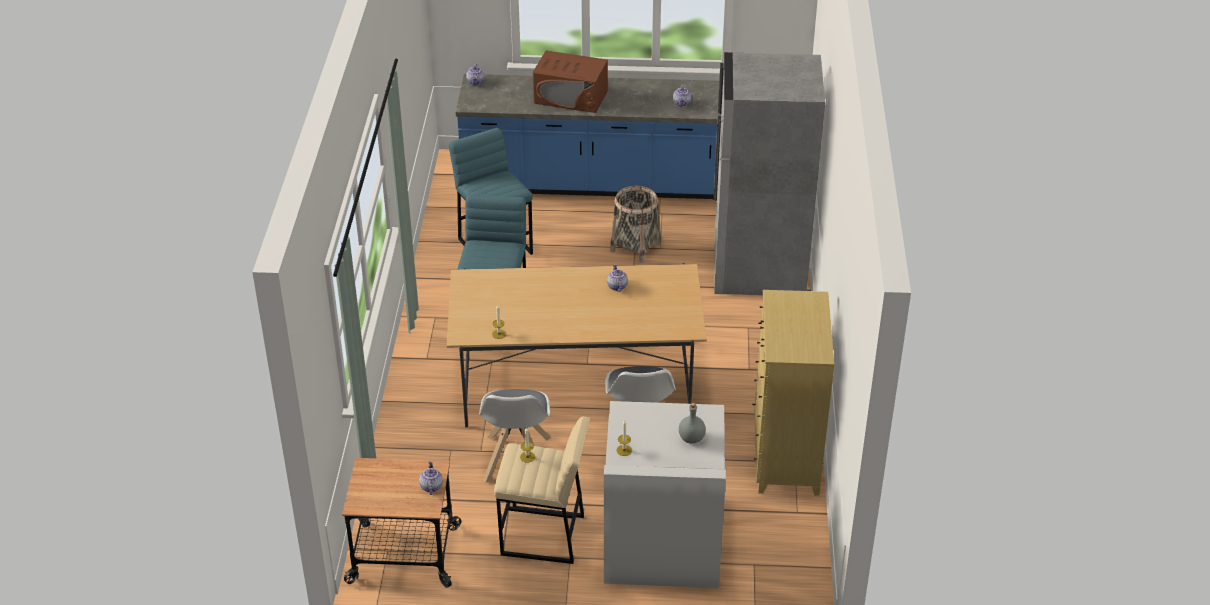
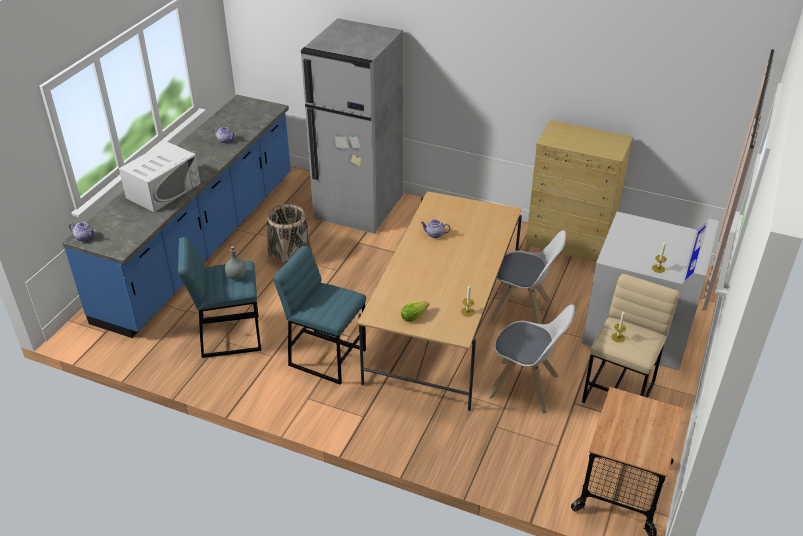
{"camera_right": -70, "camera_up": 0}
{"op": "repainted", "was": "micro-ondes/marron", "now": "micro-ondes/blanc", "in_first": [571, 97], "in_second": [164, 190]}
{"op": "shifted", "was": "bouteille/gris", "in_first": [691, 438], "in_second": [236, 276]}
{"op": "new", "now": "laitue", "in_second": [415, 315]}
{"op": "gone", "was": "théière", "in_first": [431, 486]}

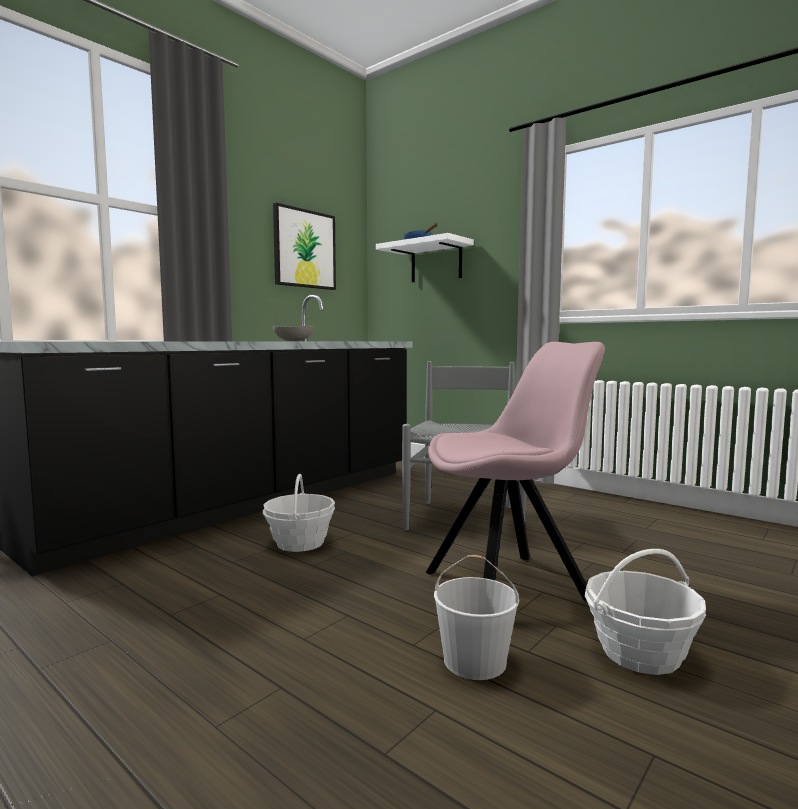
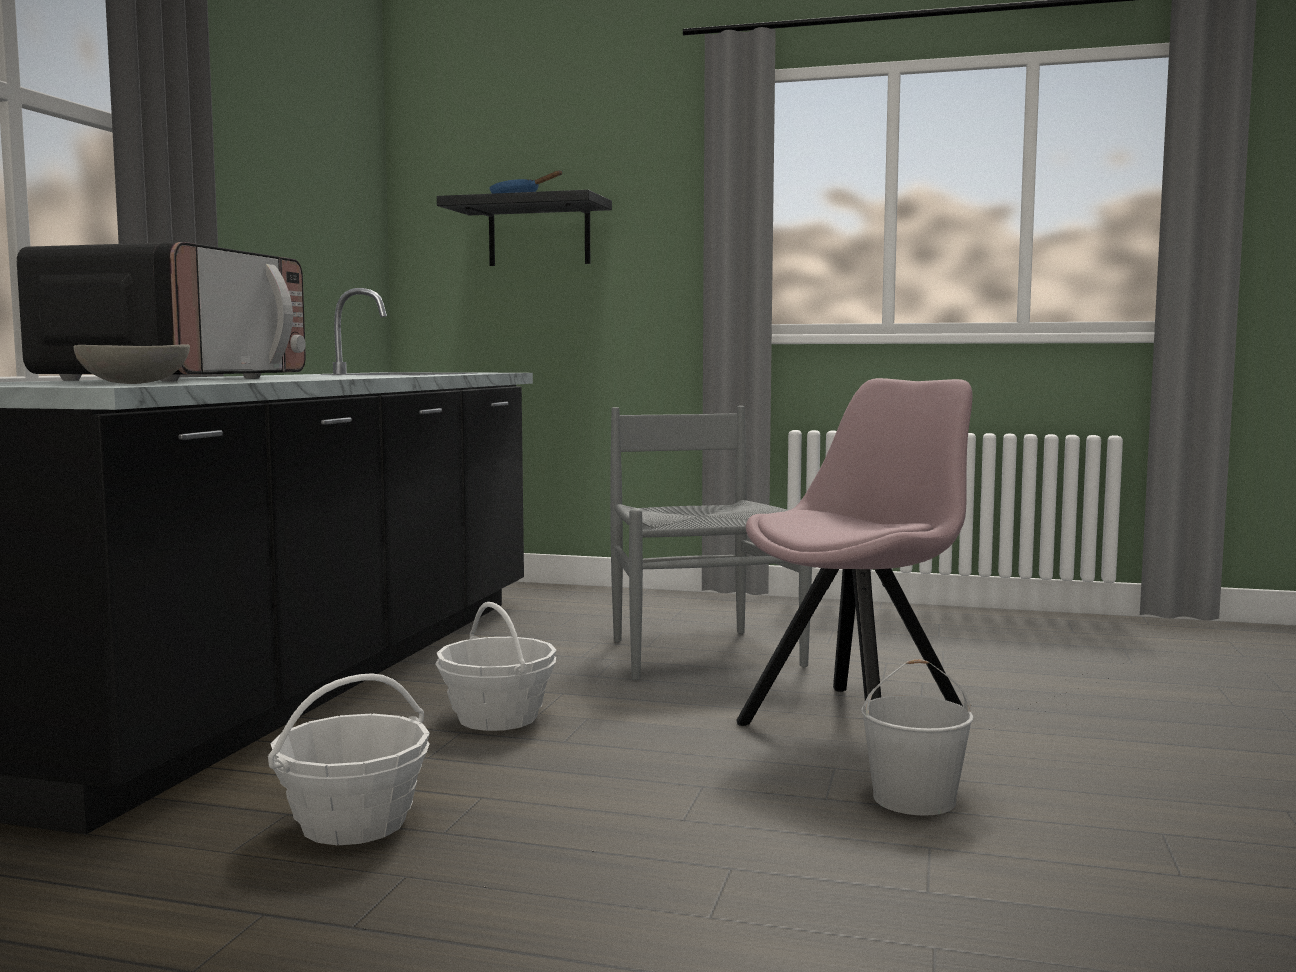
{"camera_right": -25, "camera_up": 0}
{"op": "new", "now": "micro-ondes", "in_second": [177, 379]}
{"op": "shifted", "was": "bol/gris", "in_first": [294, 341], "in_second": [136, 384]}
{"op": "shifted", "was": "panier", "in_first": [640, 653], "in_second": [353, 823]}
{"op": "repainted", "was": "étagère/blanc", "now": "étagère/noir", "in_first": [436, 262], "in_second": [539, 234]}
{"op": "gone", "was": "tableau", "in_first": [304, 249]}

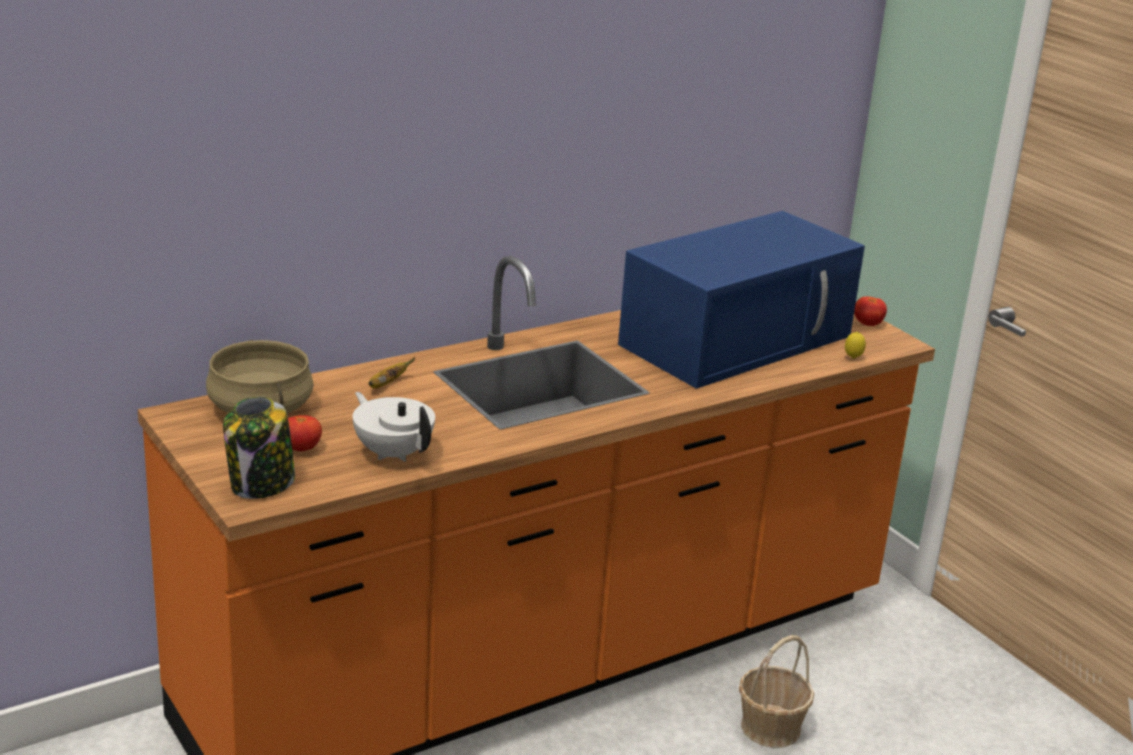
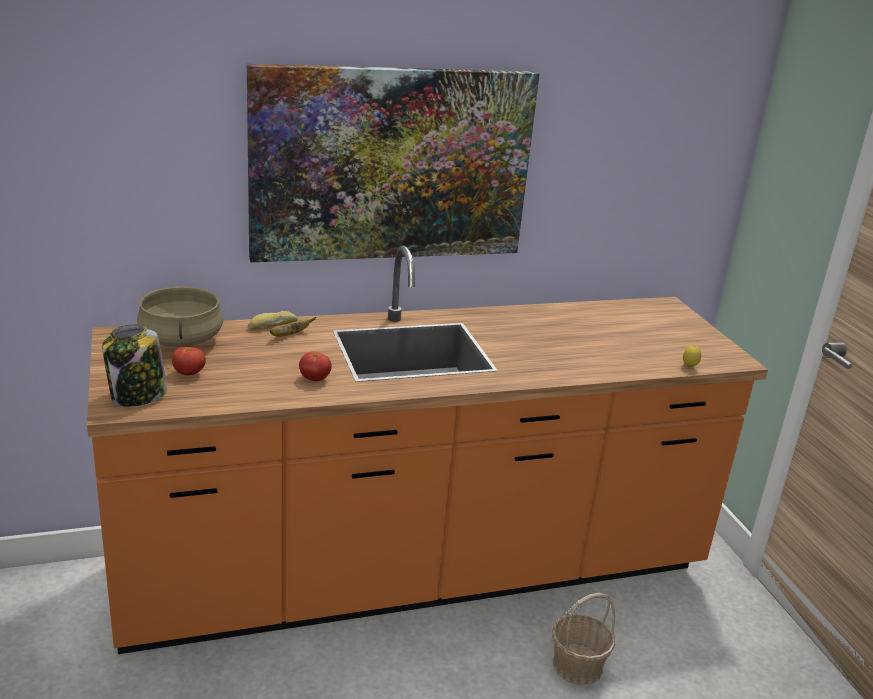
{"camera_right": 15, "camera_up": 0}
{"op": "new", "now": "tableau", "in_second": [392, 164]}
{"op": "new", "now": "pain", "in_second": [272, 325]}
{"op": "shifted", "was": "tomate", "in_first": [868, 324], "in_second": [315, 379]}
{"op": "gone", "was": "théière/blanc", "in_first": [393, 453]}
{"op": "gone", "was": "micro-ondes/bleu", "in_first": [738, 339]}

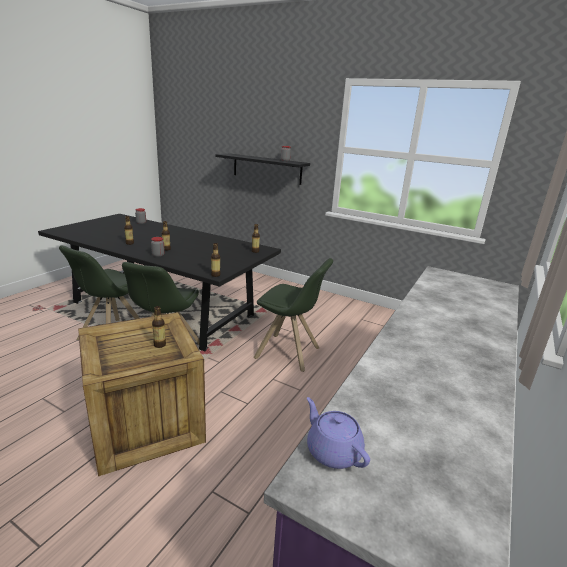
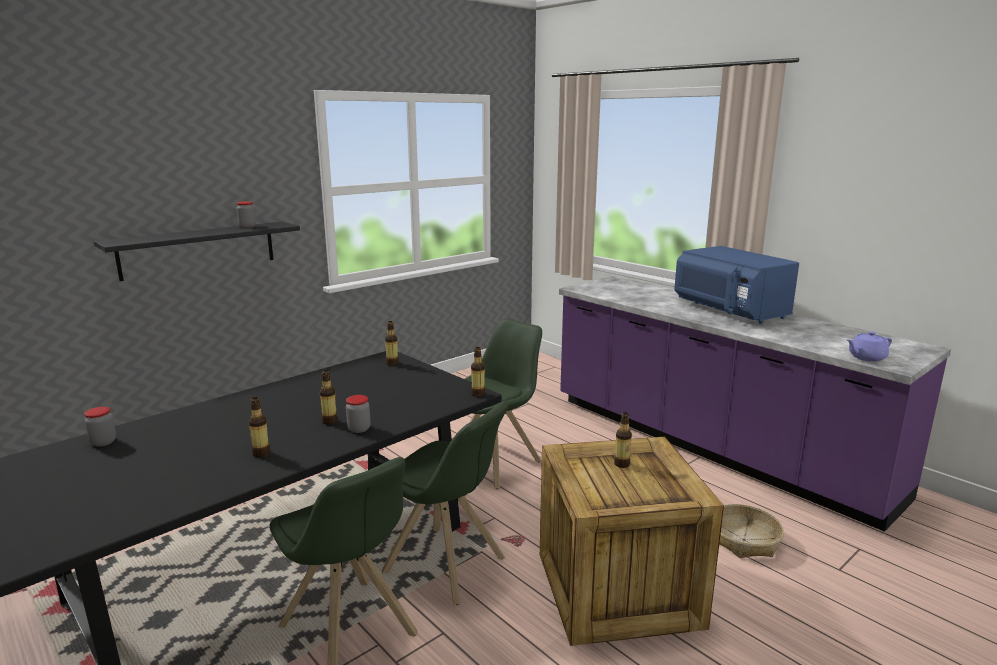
{"camera_right": -70, "camera_up": -5}
{"op": "new", "now": "micro-ondes/bleu", "in_second": [730, 311]}
{"op": "new", "now": "panier", "in_second": [744, 540]}

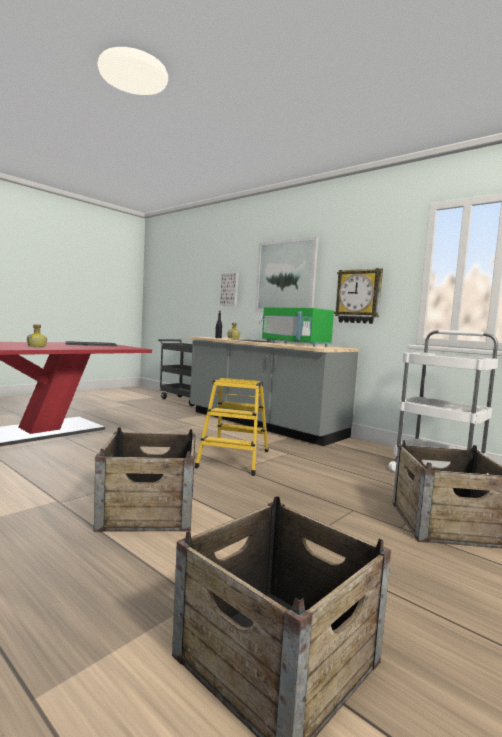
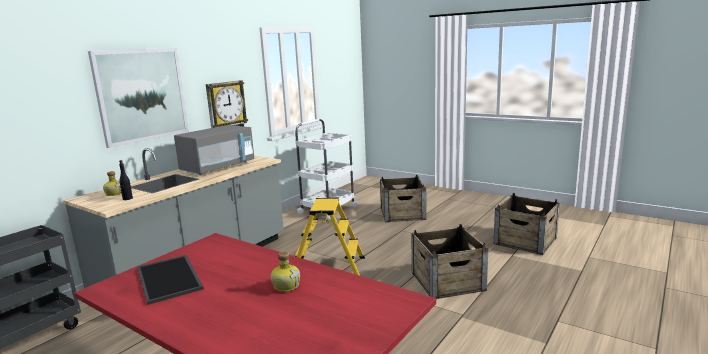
{"camera_right": -95, "camera_up": 10}
{"op": "repainted", "was": "micro-ondes/vert", "now": "micro-ondes/gris", "in_first": [295, 344], "in_second": [218, 167]}
{"op": "gone", "was": "tableau", "in_first": [230, 289]}

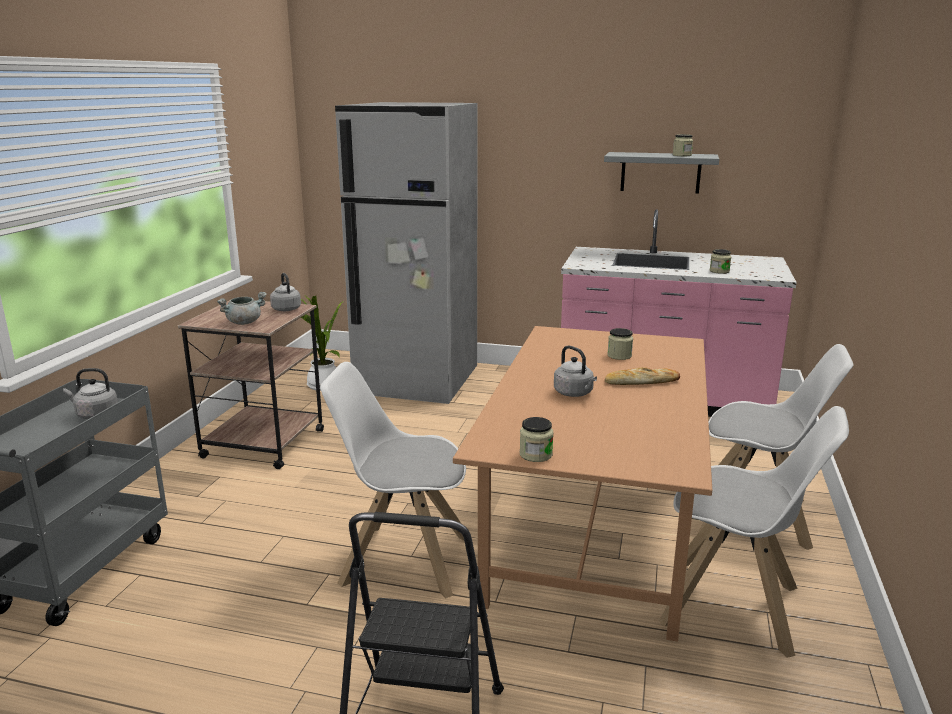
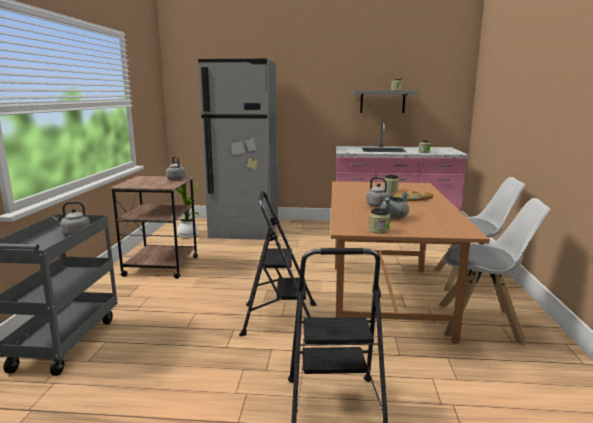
{"camera_right": -10, "camera_up": -5}
{"op": "swapped", "was": "chaise", "now": "escabeau/noir", "in_first": [402, 559], "in_second": [277, 318]}
{"op": "shifted", "was": "marmite/gris", "in_first": [244, 322], "in_second": [393, 217]}

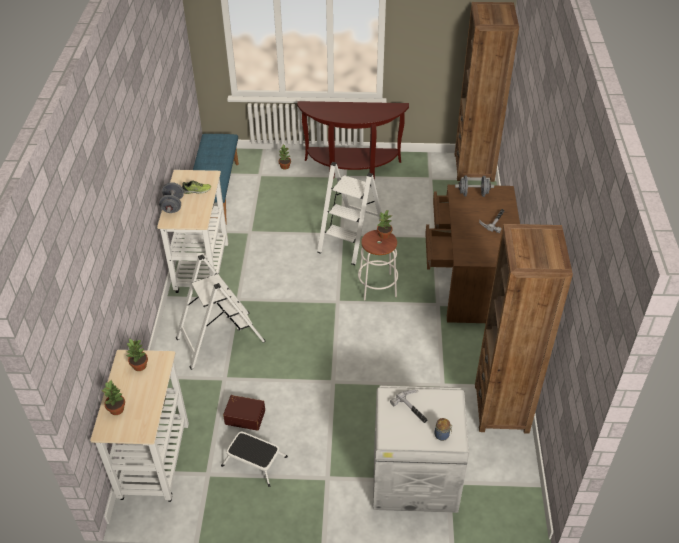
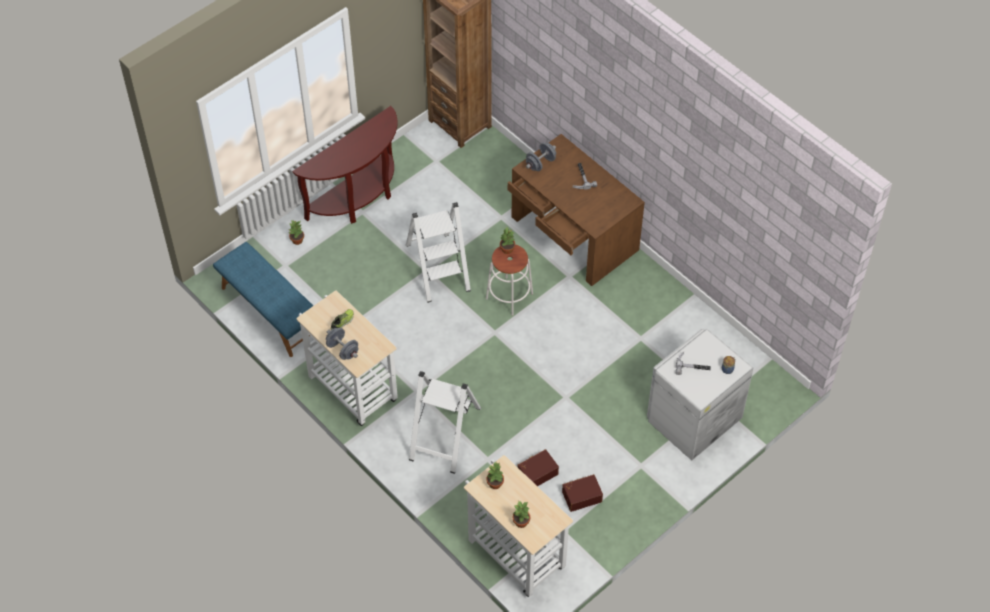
{"camera_right": -45, "camera_up": 10}
{"op": "swapped", "was": "escabeau/noir", "now": "boîte de rangement/marron", "in_first": [254, 461], "in_second": [581, 496]}
{"op": "gone", "was": "bibliothèque/marron", "in_first": [501, 408]}

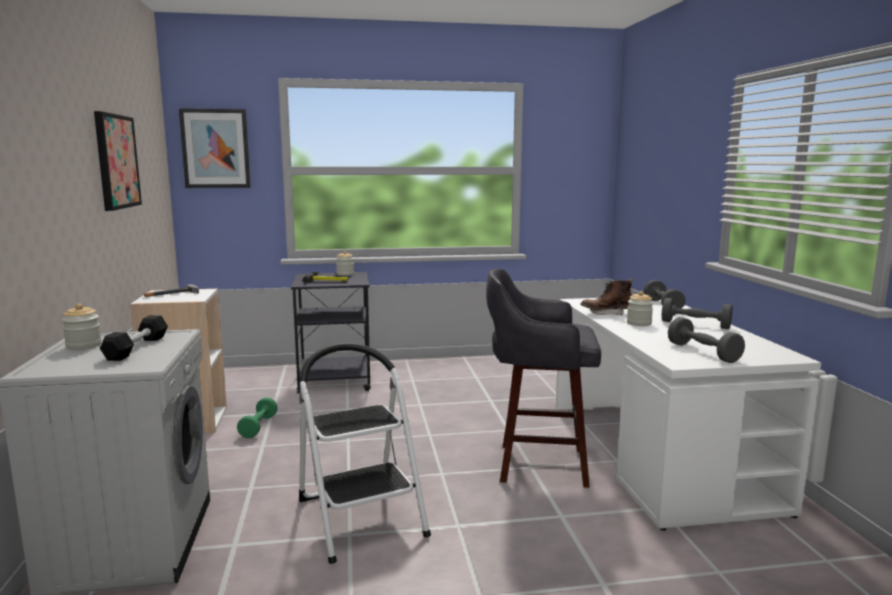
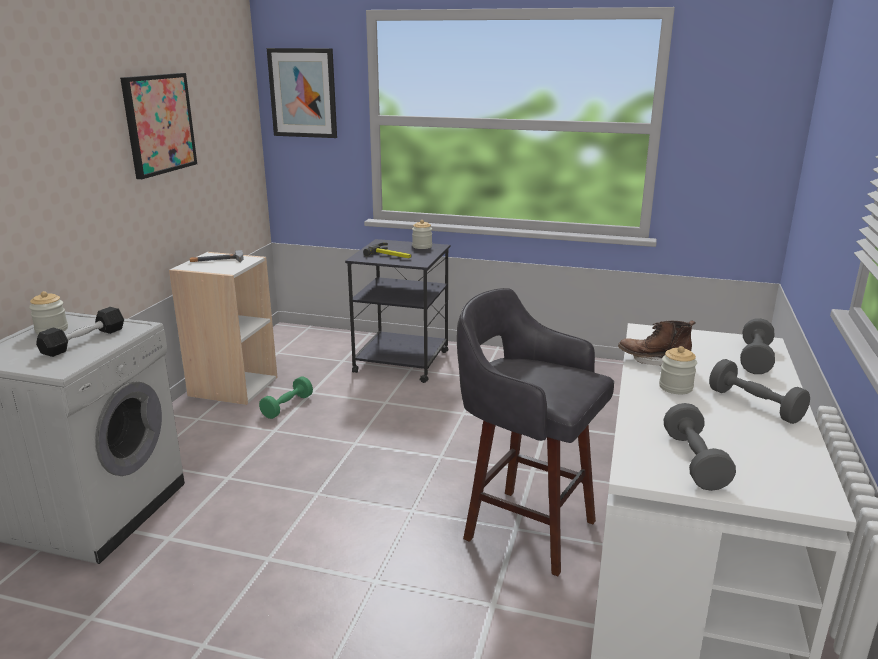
{"camera_right": 25, "camera_up": 10}
{"op": "gone", "was": "escabeau", "in_first": [360, 515]}

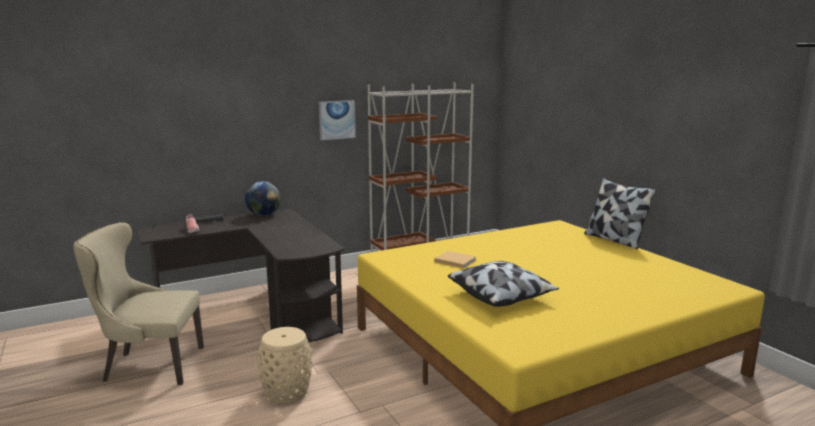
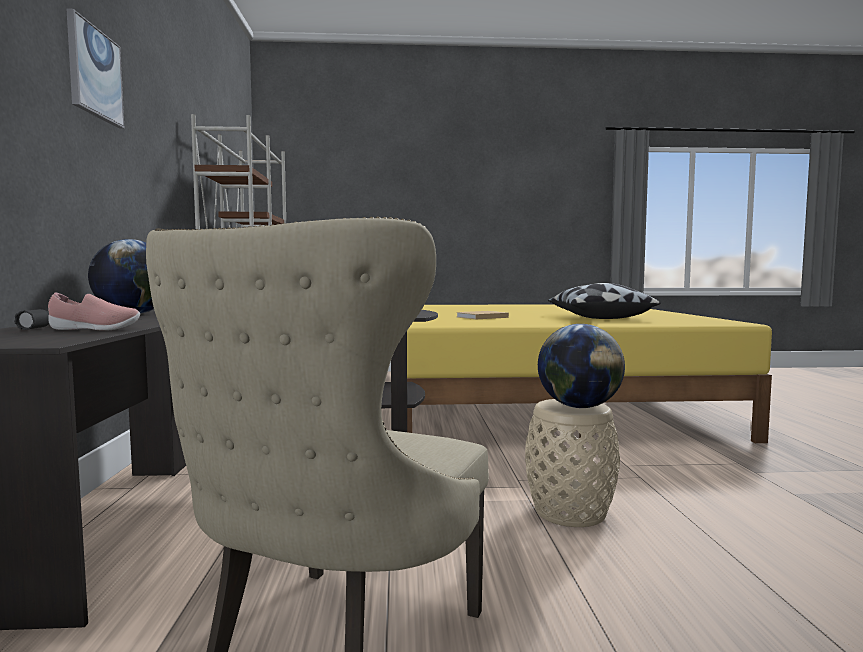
{"camera_right": -65, "camera_up": -10}
{"op": "shifted", "was": "tableau", "in_first": [337, 120], "in_second": [94, 73]}
{"op": "new", "now": "globe", "in_second": [578, 407]}
{"op": "gone", "was": "coussin", "in_first": [614, 240]}

